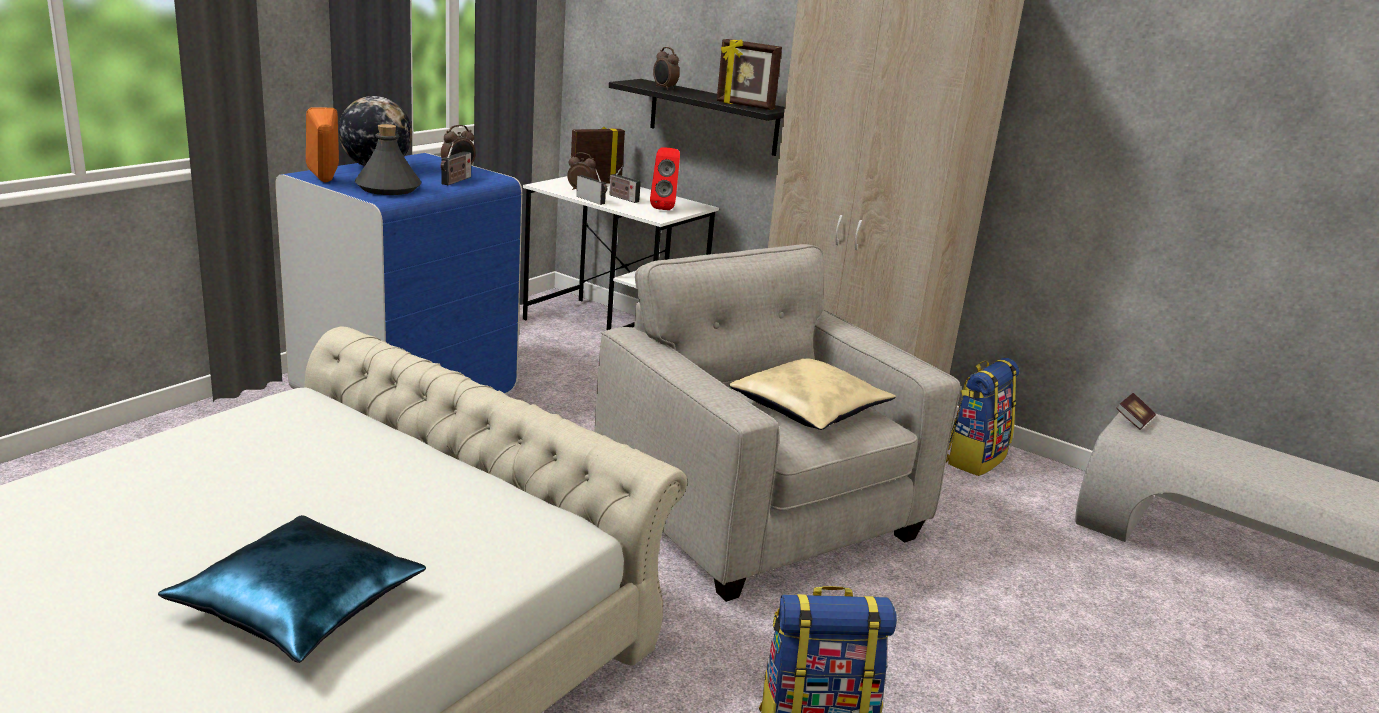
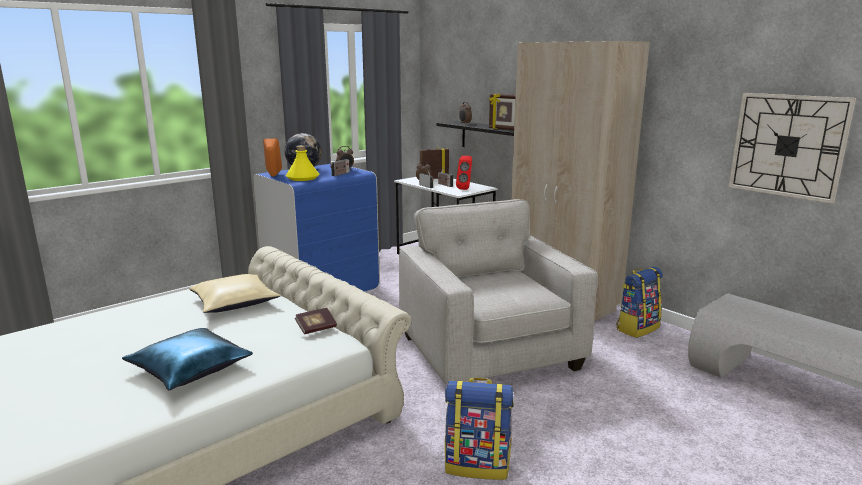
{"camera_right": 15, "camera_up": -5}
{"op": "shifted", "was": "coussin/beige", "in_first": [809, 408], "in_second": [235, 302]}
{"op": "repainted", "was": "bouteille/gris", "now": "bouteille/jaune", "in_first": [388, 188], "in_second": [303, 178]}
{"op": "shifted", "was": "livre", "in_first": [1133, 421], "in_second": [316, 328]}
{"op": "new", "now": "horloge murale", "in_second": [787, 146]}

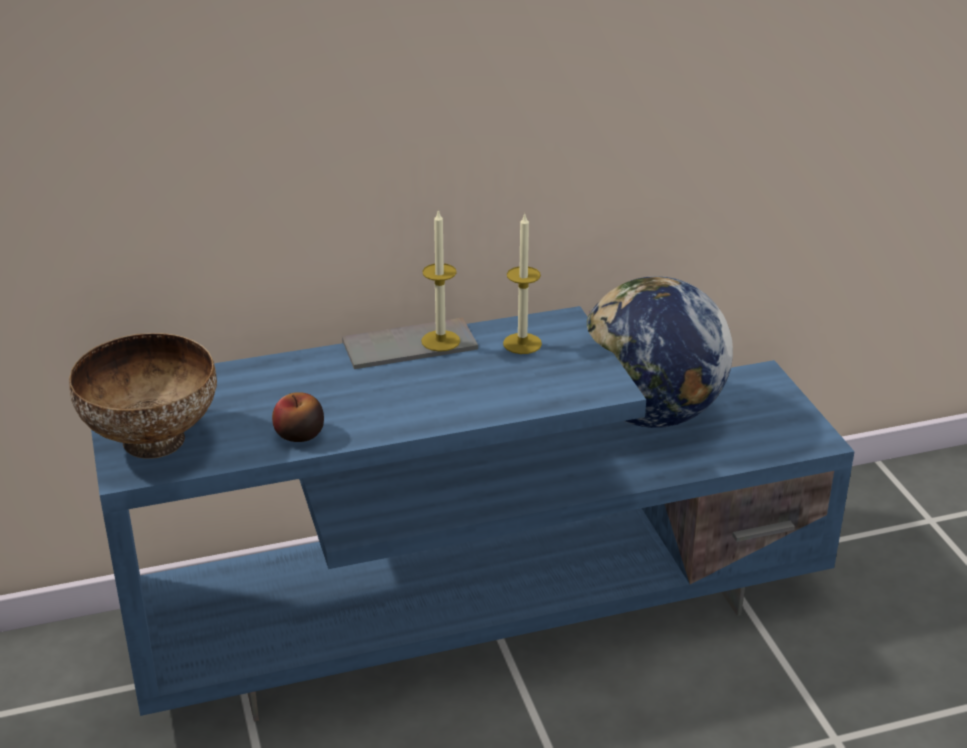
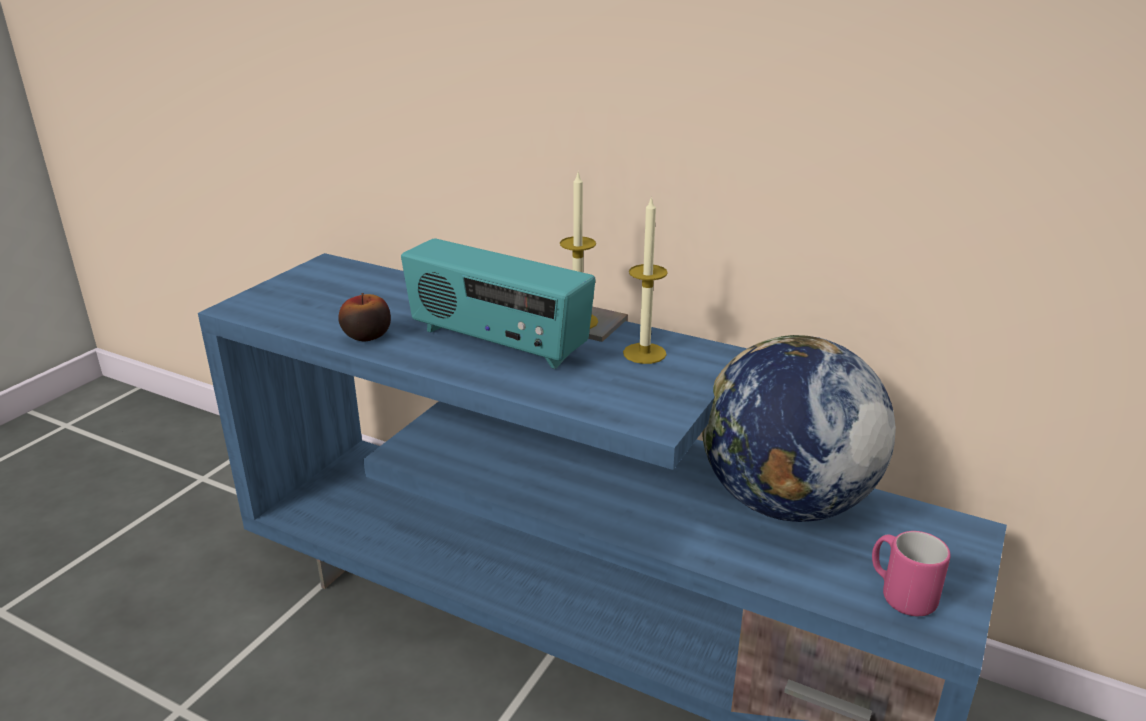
{"camera_right": 45, "camera_up": -5}
{"op": "new", "now": "radio", "in_second": [497, 343]}
{"op": "new", "now": "mug/rose", "in_second": [900, 595]}
{"op": "gone", "was": "bol", "in_first": [151, 441]}

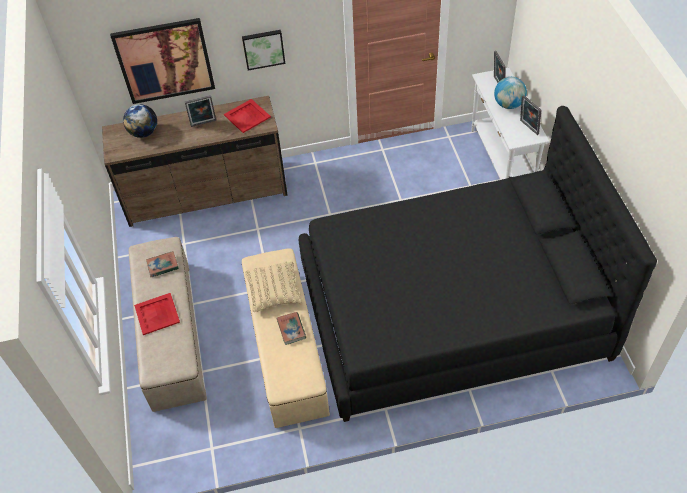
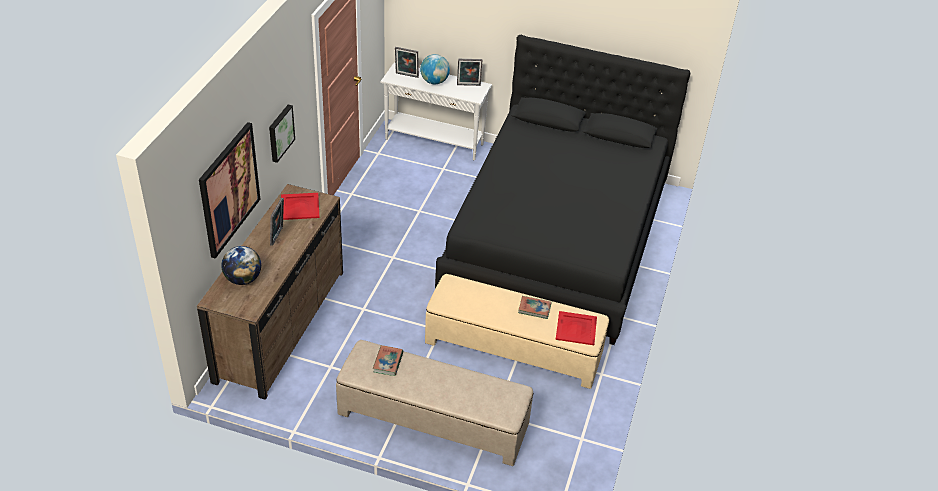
{"camera_right": -65, "camera_up": -10}
{"op": "shifted", "was": "plateau/rouge", "in_first": [157, 314], "in_second": [576, 328]}
{"op": "gone", "was": "coussin/beige", "in_first": [274, 291]}

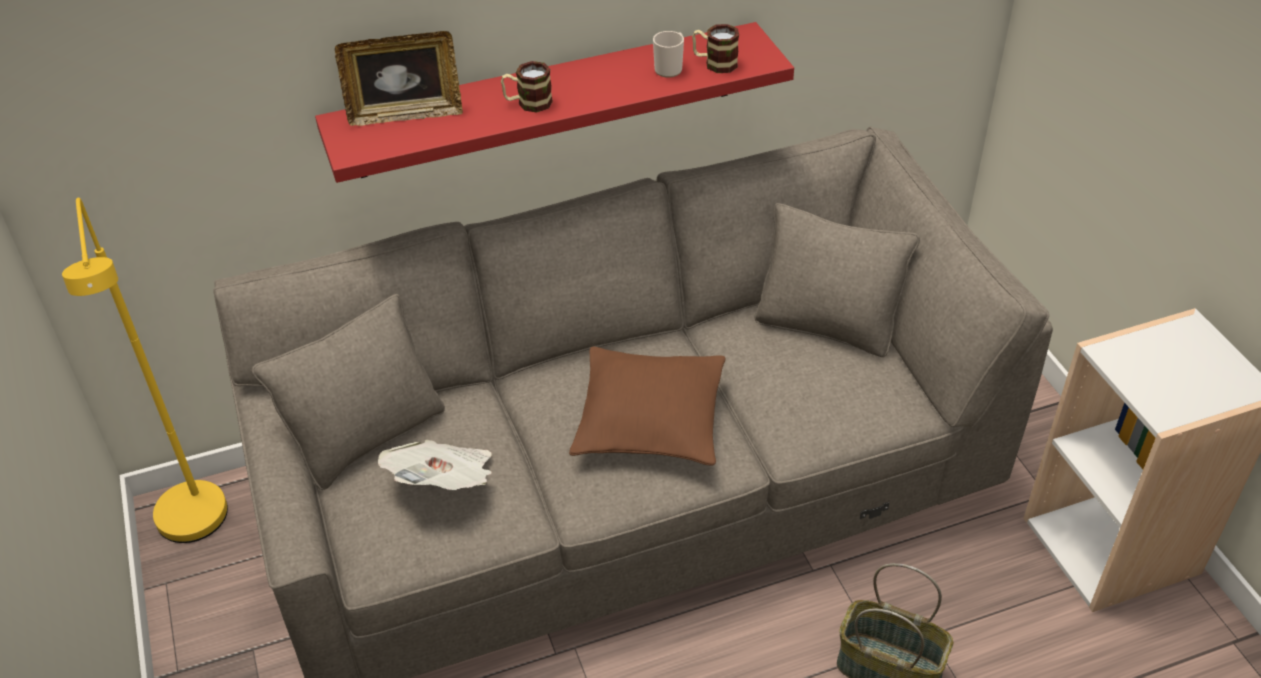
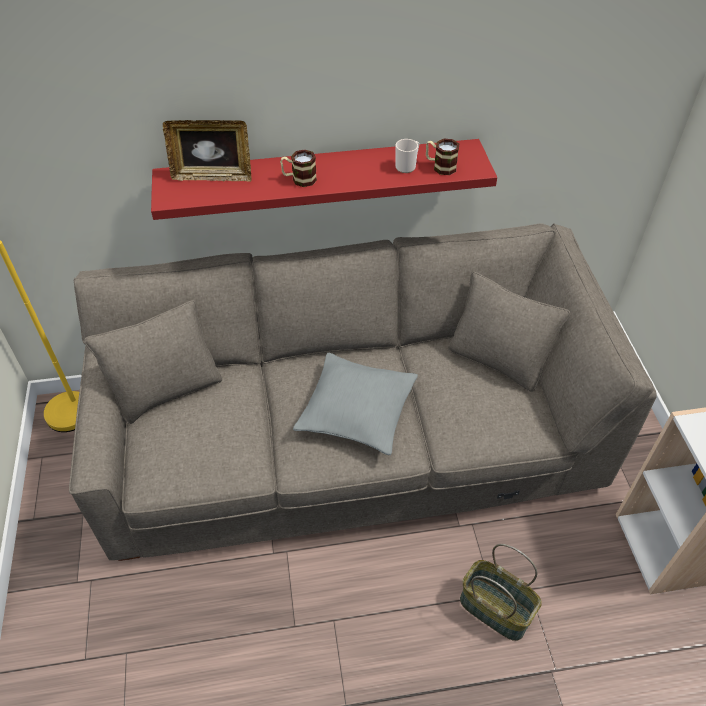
{"camera_right": 10, "camera_up": 5}
{"op": "repainted", "was": "coussin/marron", "now": "coussin/gris", "in_first": [650, 419], "in_second": [357, 411]}
{"op": "gone", "was": "journal", "in_first": [444, 483]}

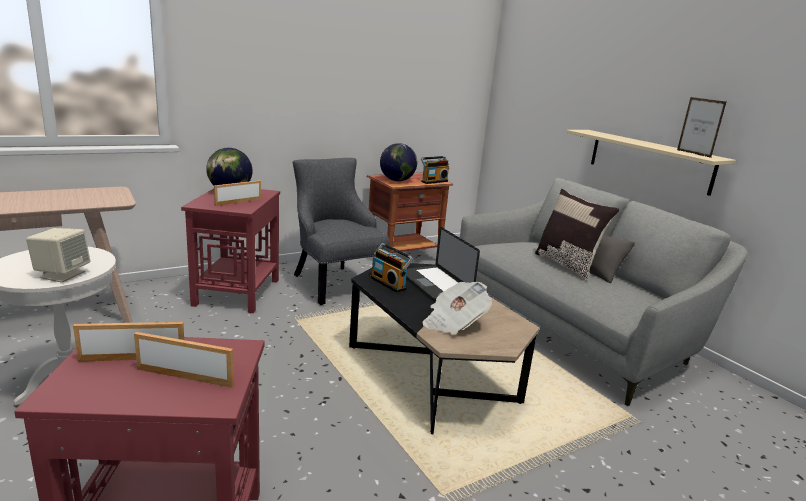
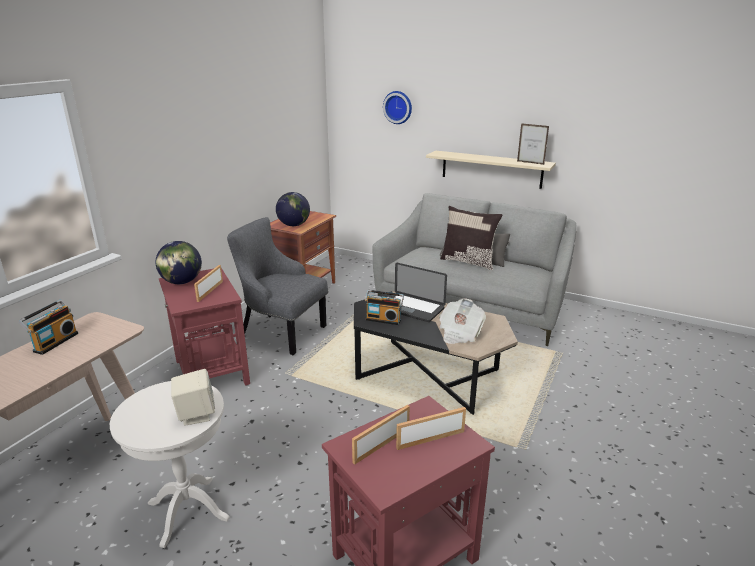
{"camera_right": -30, "camera_up": 5}
{"op": "shifted", "was": "radio", "in_first": [433, 181], "in_second": [54, 342]}
{"op": "new", "now": "horloge murale", "in_second": [398, 107]}

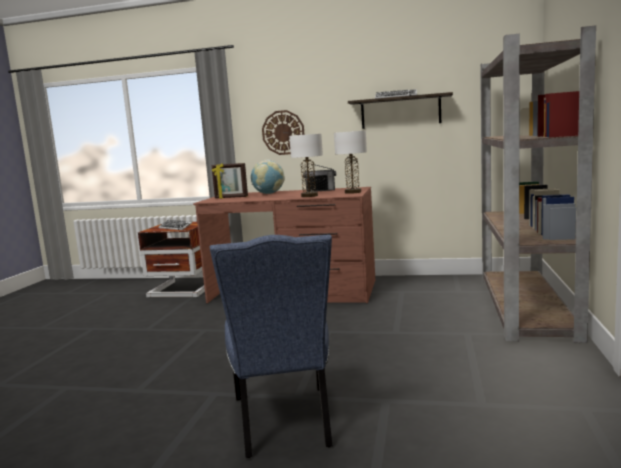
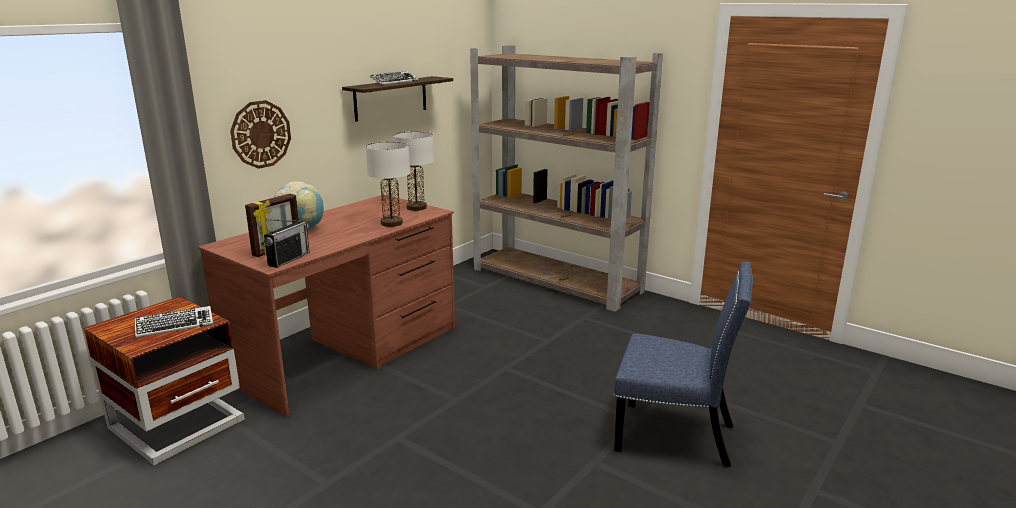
{"camera_right": -65, "camera_up": 10}
{"op": "shifted", "was": "radio", "in_first": [320, 190], "in_second": [289, 259]}

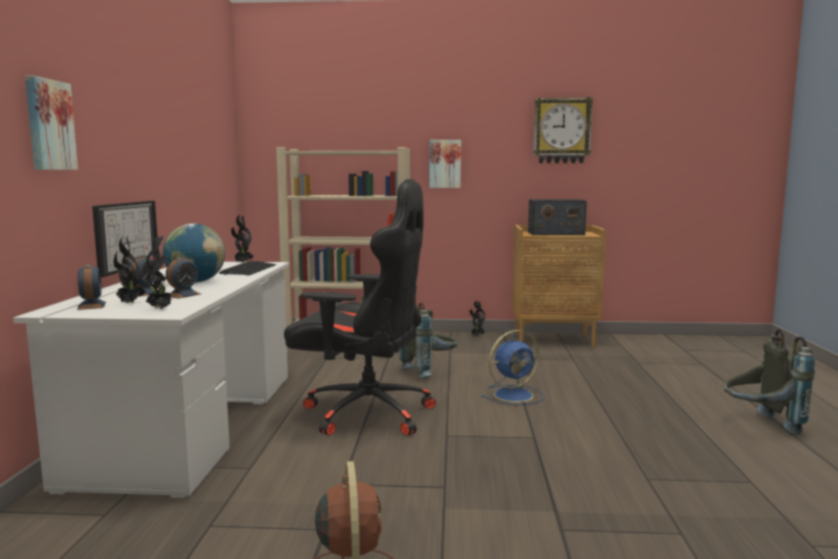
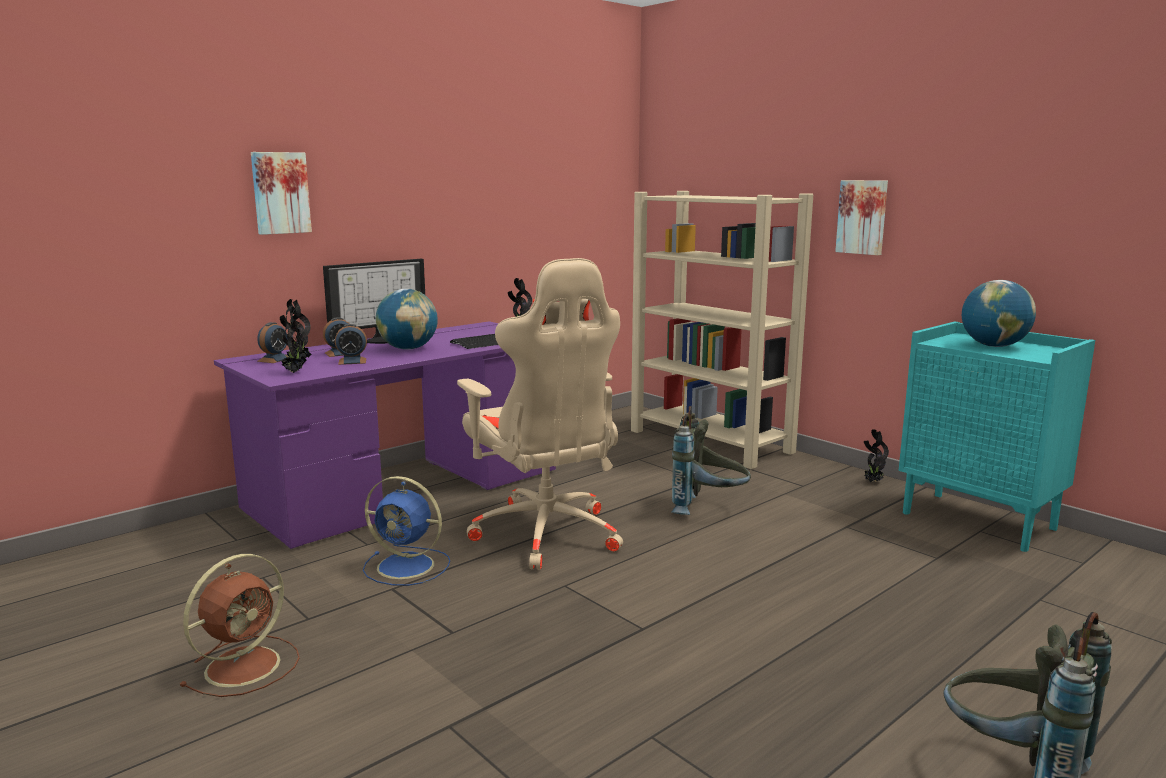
{"camera_right": 45, "camera_up": 5}
{"op": "repainted", "was": "bureau/blanc", "now": "bureau/violet", "in_first": [191, 424], "in_second": [406, 489]}
{"op": "shifted", "was": "ventilateur/bleu", "in_first": [515, 395], "in_second": [408, 566]}
{"op": "repainted", "was": "chaise de bureau/noir", "now": "chaise de bureau/beige", "in_first": [359, 413], "in_second": [541, 529]}
{"op": "repainted", "was": "meuble de rangement/marron", "now": "meuble de rangement/turquoise", "in_first": [554, 340], "in_second": [979, 521]}
{"op": "swapped", "was": "radio", "now": "globe", "in_first": [555, 233], "in_second": [994, 346]}
{"op": "gone", "was": "horloge murale", "in_first": [562, 131]}

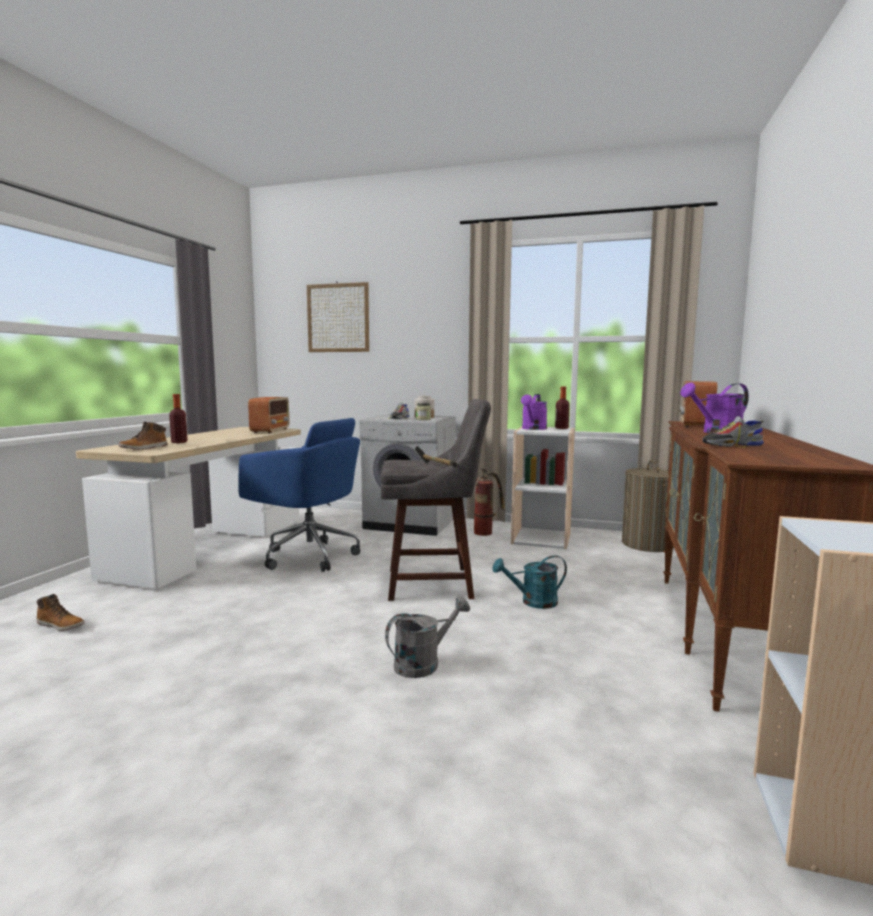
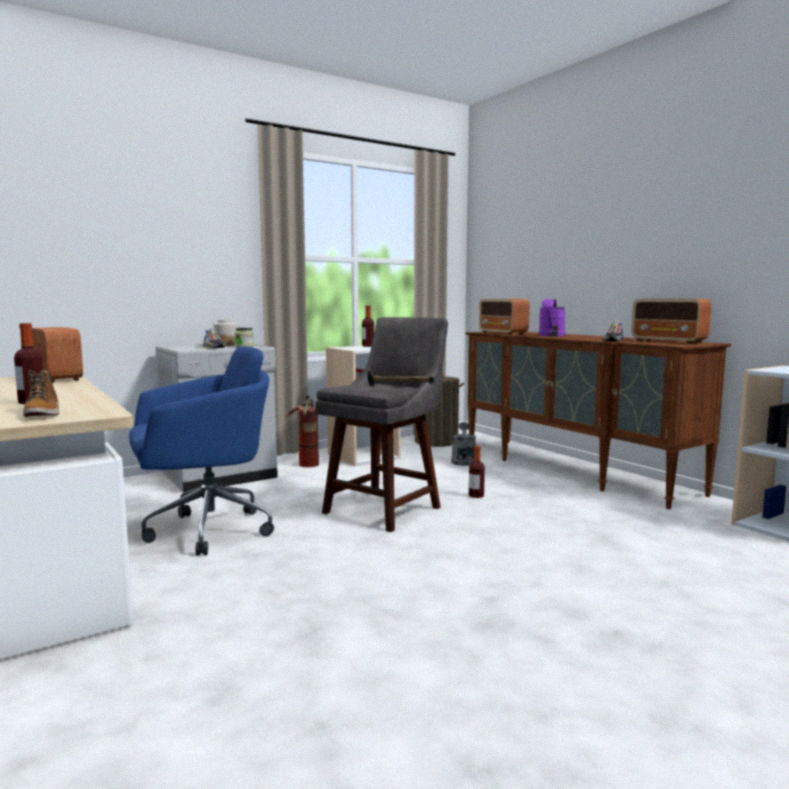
{"camera_right": -50, "camera_up": 0}
{"op": "shifted", "was": "arrosoir/gris", "in_first": [423, 663], "in_second": [463, 460]}
{"op": "swapped", "was": "arrosoir/turquoise", "now": "bouteille", "in_first": [533, 602], "in_second": [476, 496]}
{"op": "new", "now": "radio", "in_second": [669, 341]}
{"op": "gone", "was": "botte", "in_first": [61, 625]}
{"op": "gone", "was": "tableau", "in_first": [338, 316]}
{"op": "gone", "was": "arrosoir/violet", "in_first": [533, 429]}

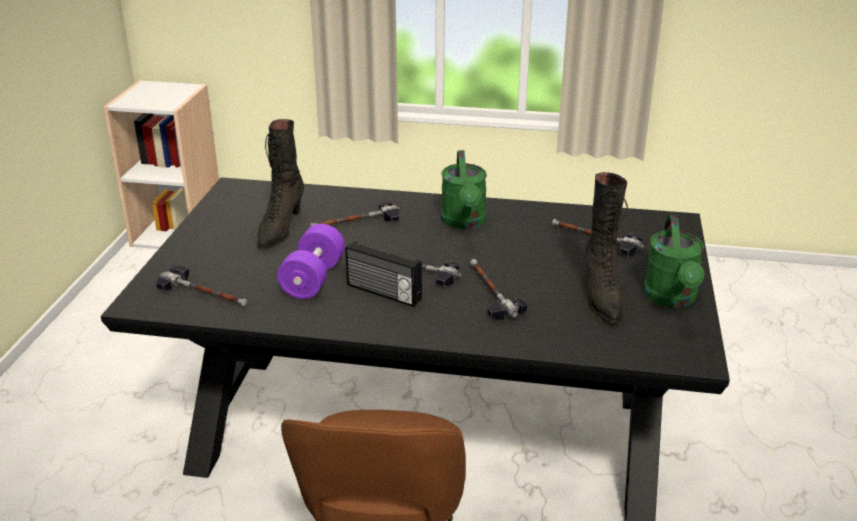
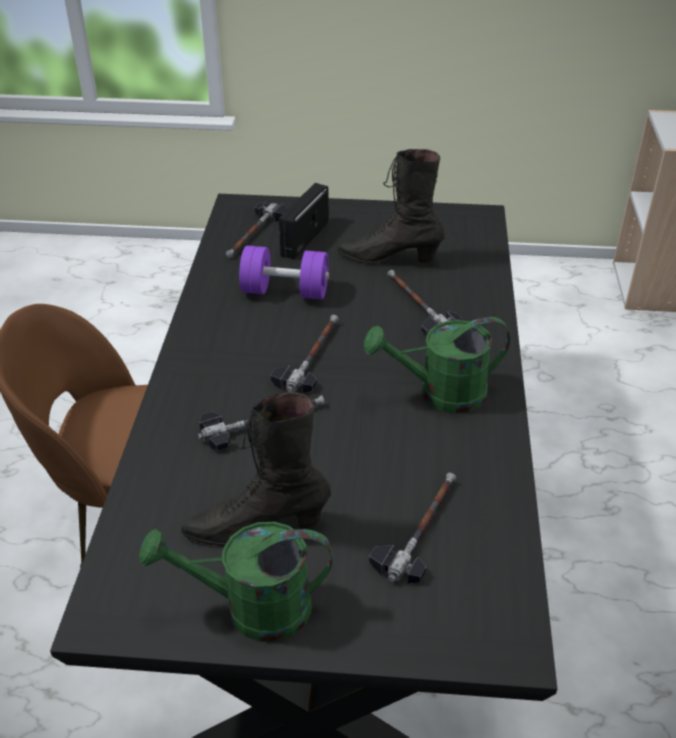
{"camera_right": 85, "camera_up": 10}
{"op": "shifted", "was": "radio", "in_first": [383, 293], "in_second": [303, 238]}

